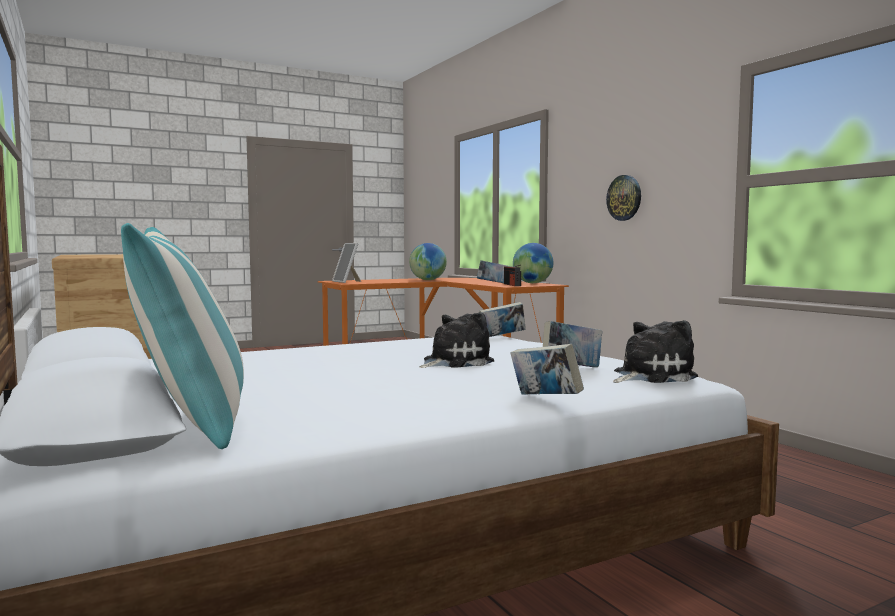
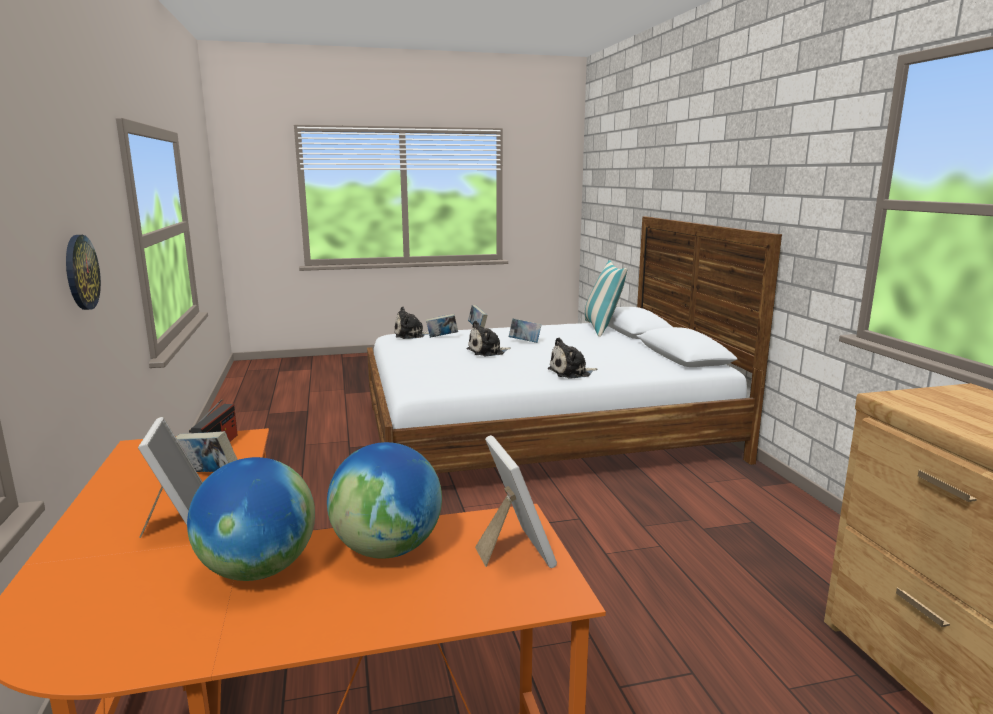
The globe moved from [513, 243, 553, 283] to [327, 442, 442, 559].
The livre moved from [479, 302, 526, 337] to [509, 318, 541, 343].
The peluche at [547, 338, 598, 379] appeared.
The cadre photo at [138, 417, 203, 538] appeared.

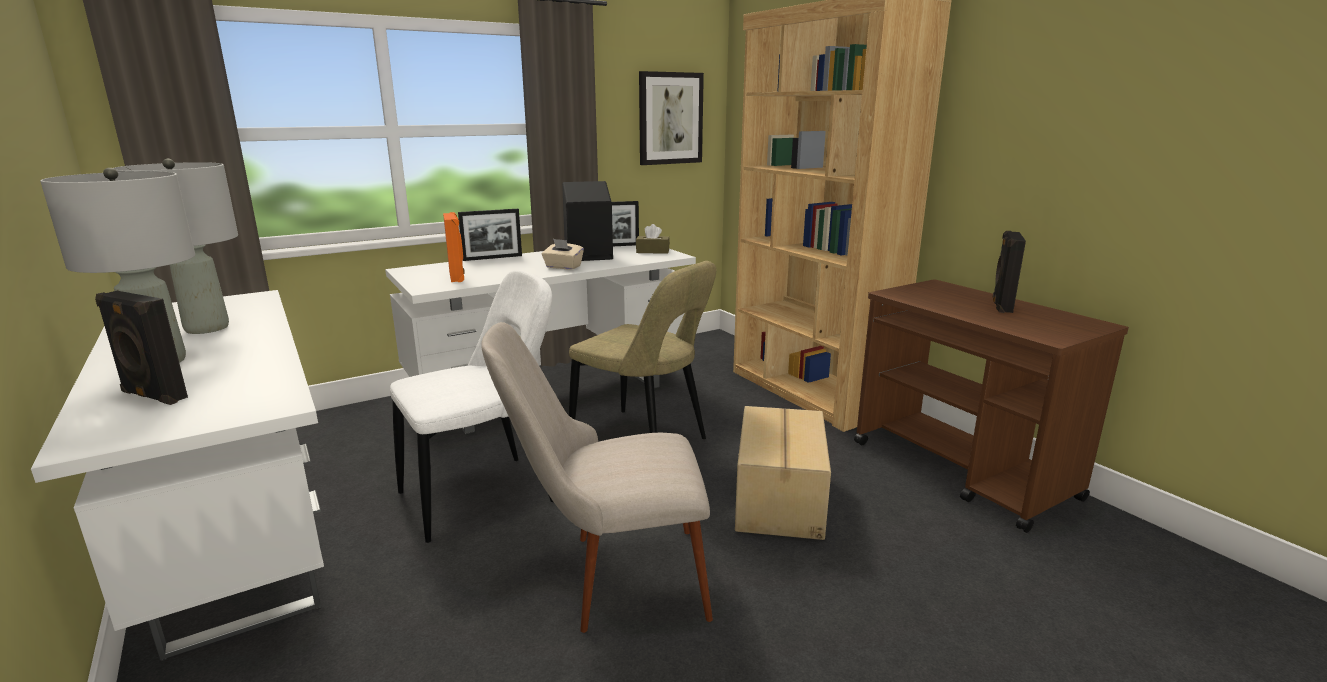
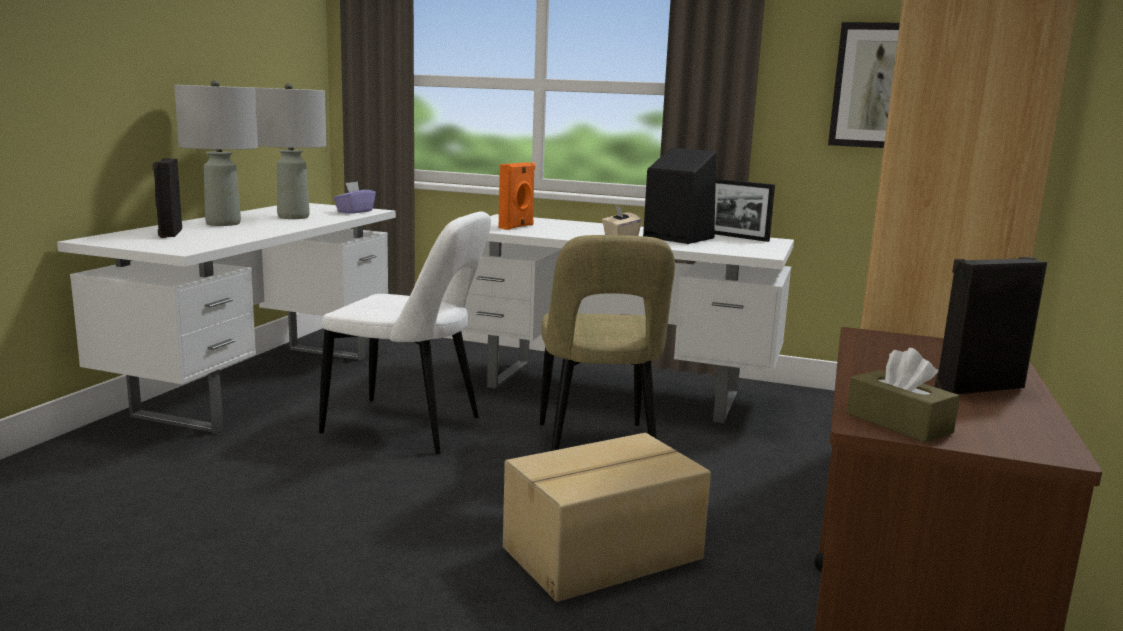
The cadre photo at [458, 209, 522, 261] disappeared.
The boîte à mouchoirs/marron moved from [636, 224, 670, 254] to [846, 348, 960, 443].
The chaise/beige at [481, 322, 713, 633] disappeared.
The boîte à mouchoirs/violet at [333, 181, 376, 214] appeared.

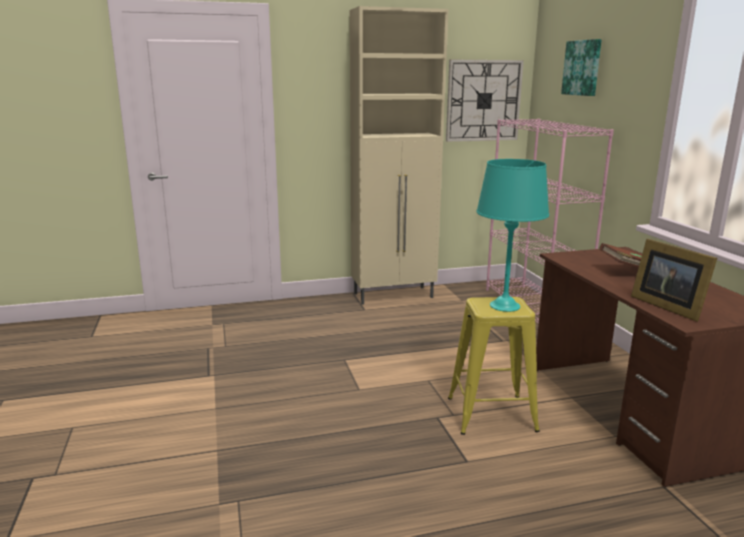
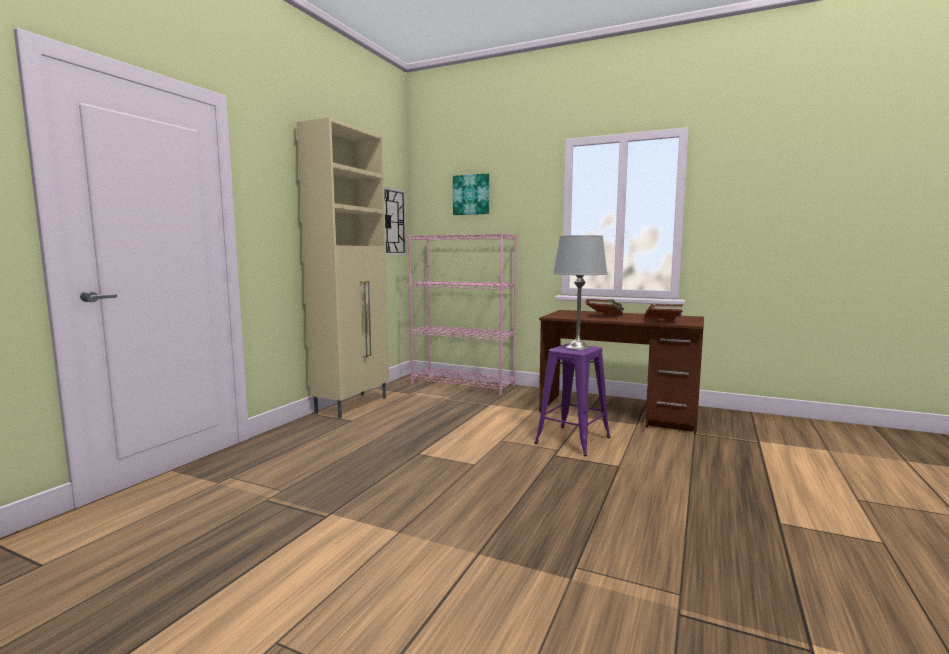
The lampe de table/turquoise at [476, 159, 549, 312] became the lampe de table/gris at [553, 235, 607, 350].
The cadre photo at [631, 239, 717, 322] was replaced by the livre/marron at [644, 304, 683, 320].
The tabouret/jaune at [448, 297, 540, 435] became the tabouret/violet at [535, 344, 611, 456].

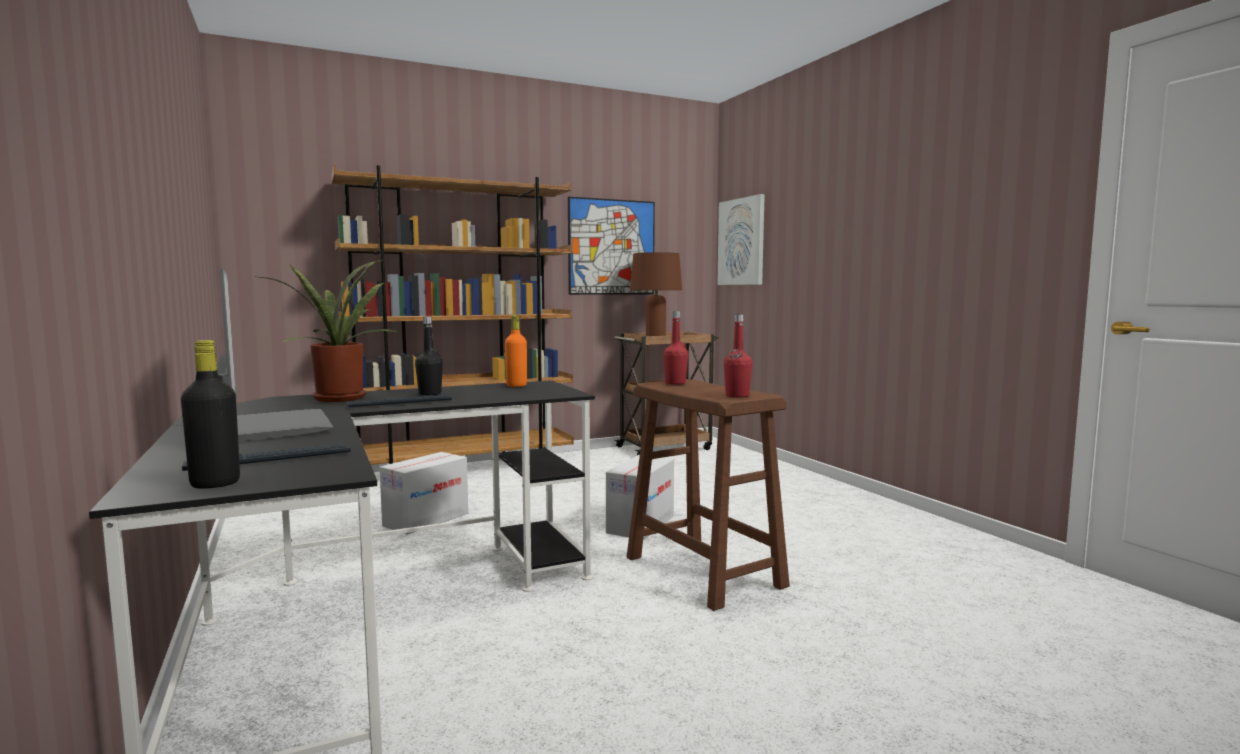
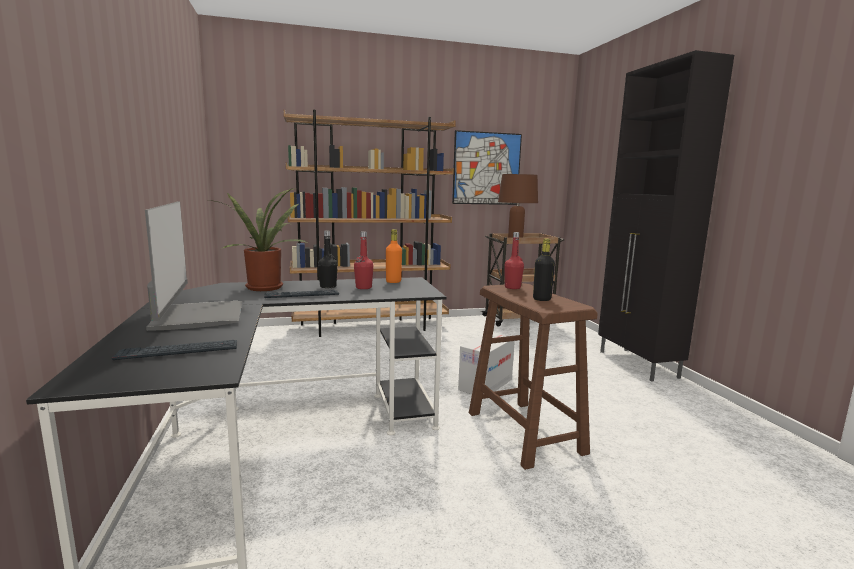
The tableau at [717, 194, 765, 285] disappeared.
The bouteille/rouge moved from [724, 314, 752, 398] to [354, 231, 374, 289].
The bouteille/noir moved from [181, 340, 240, 489] to [533, 238, 555, 301].
The carton at [379, 452, 468, 535] disappeared.
The meuble de rangement/noir at [598, 50, 734, 382] appeared.

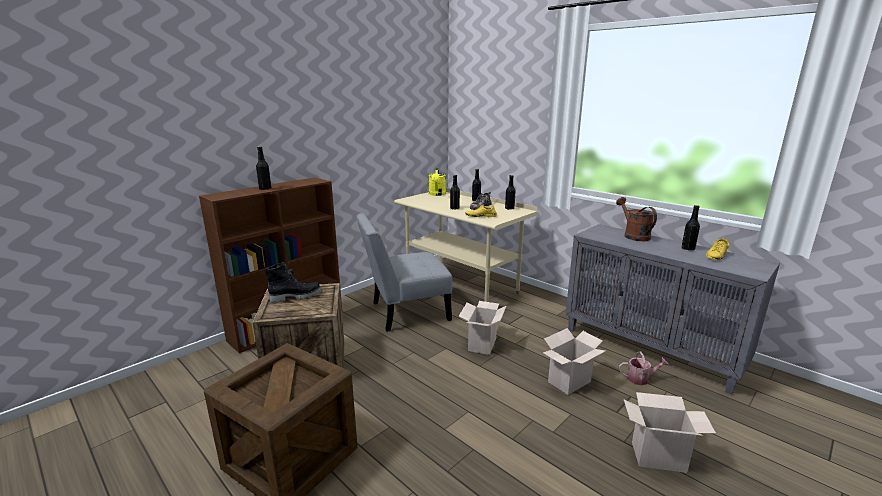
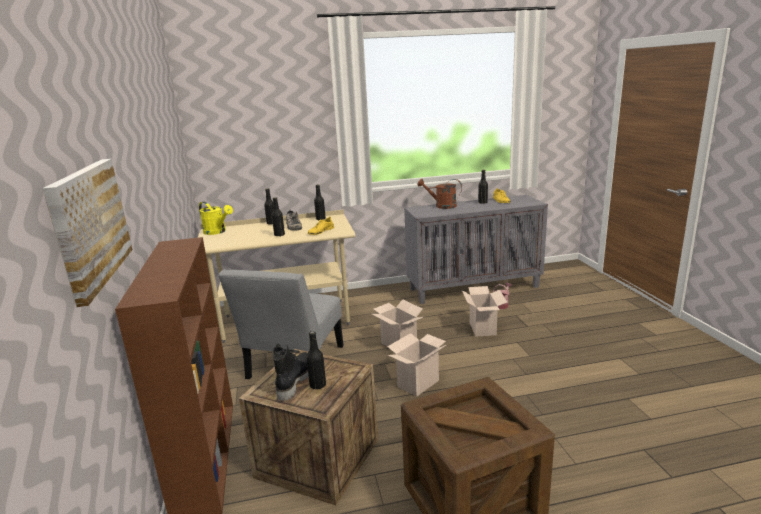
The bouteille/noir moved from [256, 146, 271, 190] to [306, 331, 326, 390].
The carton moved from [624, 392, 716, 473] to [387, 333, 446, 396].
The tableau at [42, 159, 133, 307] appeared.

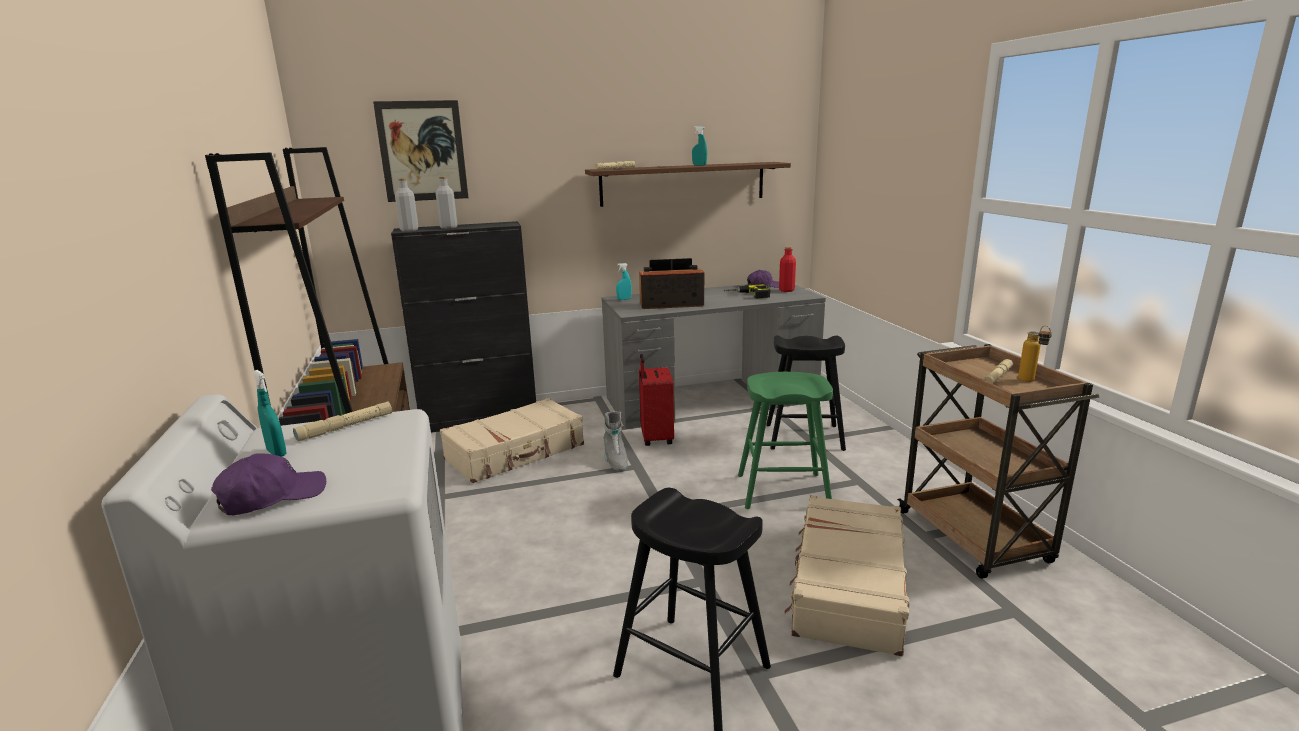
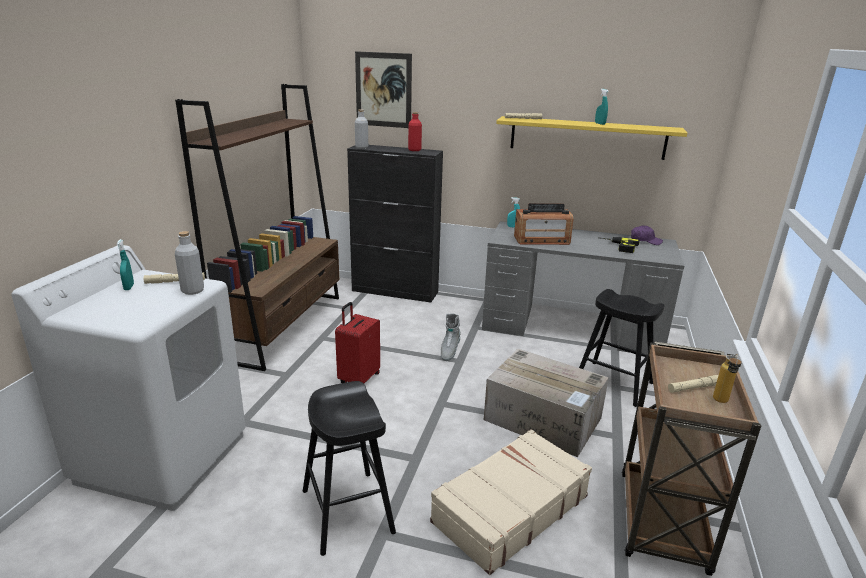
The étagère/marron at [585, 162, 791, 207] became the étagère/jaune at [496, 116, 687, 160].
The bouteille/gris moved from [436, 176, 458, 229] to [175, 231, 204, 295].
The bouteille/rouge moved from [779, 246, 796, 292] to [408, 112, 422, 151].
The radio at [639, 258, 704, 309] turned 150 degrees clockwise.
The valise/rouge moved from [639, 354, 674, 446] to [335, 302, 380, 383].
The tabouret/vert at [738, 372, 833, 509] was replaced by the carton at [484, 349, 609, 457].
The valise/beige at [440, 398, 584, 483] disappeared.
The casquette/violet at [211, 453, 326, 515] disappeared.

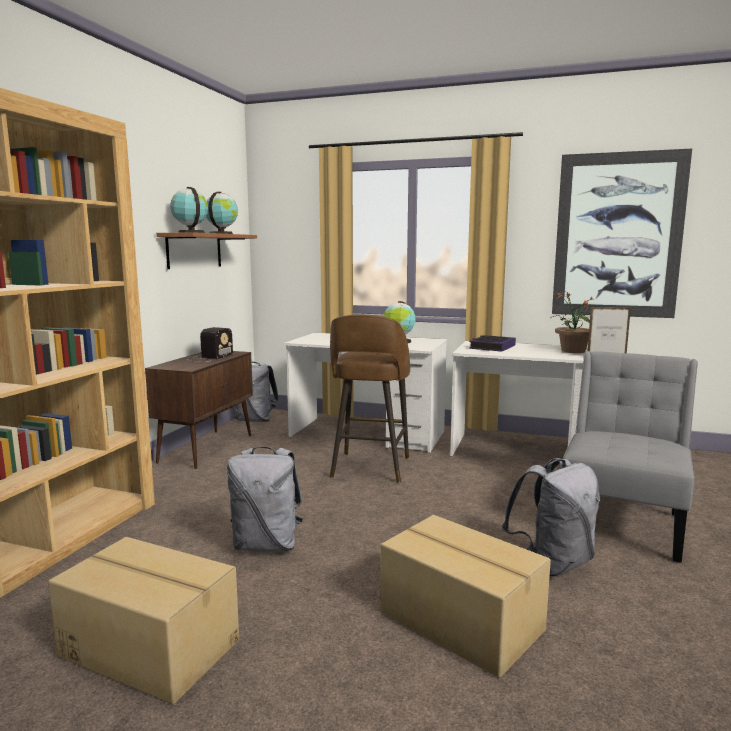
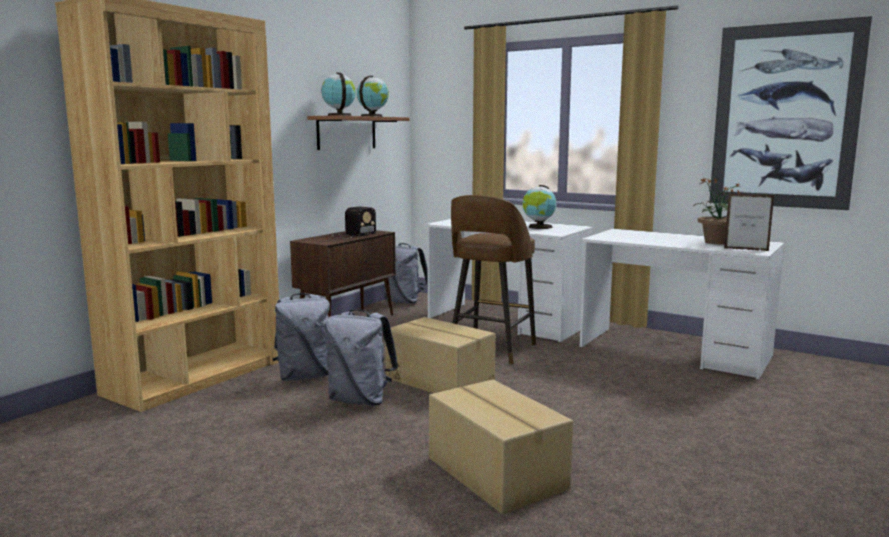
The livre at [469, 335, 516, 352] disappeared.
The chaise/gris at [563, 351, 698, 563] disappeared.
The sac à dos/gris moved from [502, 458, 600, 577] to [273, 293, 330, 381].
The carton moved from [48, 537, 239, 704] to [385, 317, 496, 393].

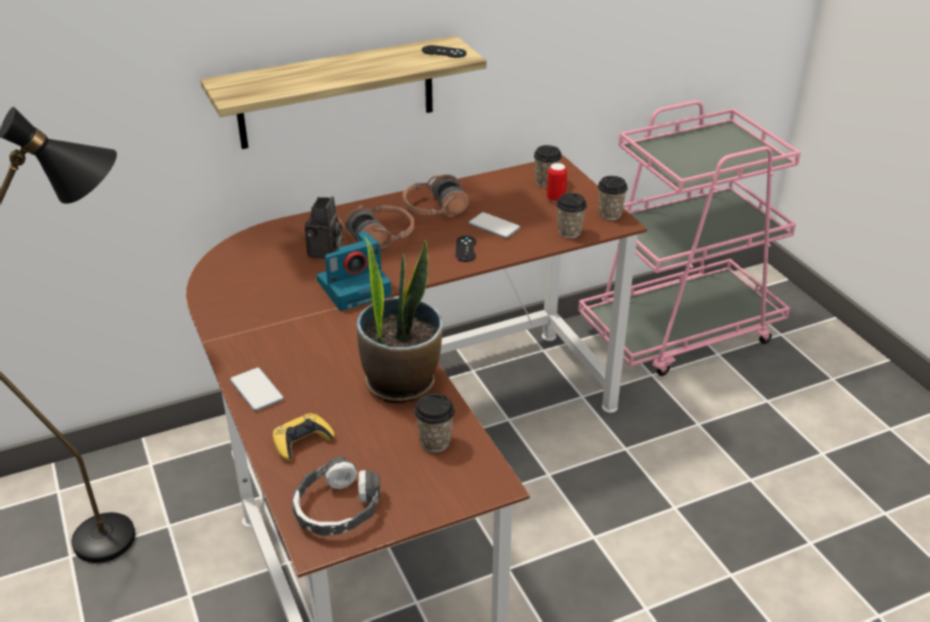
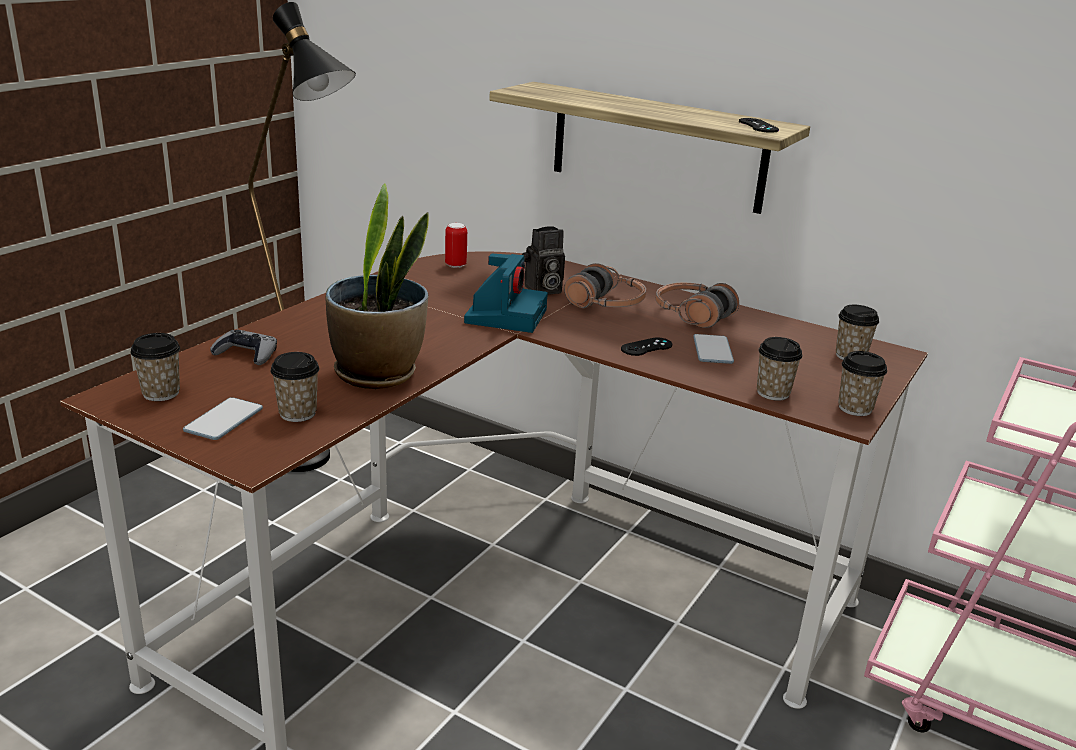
The boîte métallique moved from [547, 163, 567, 202] to [445, 223, 467, 268].
The appareil photo at [317, 231, 391, 311] turned 105 degrees counterclockwise.
The téléphone moved from [230, 367, 284, 411] to [183, 397, 263, 440].
The manette/jaune at [273, 413, 335, 461] became the manette/gris at [210, 330, 277, 365].
The casque audio at [292, 456, 380, 536] was replaced by the tasse at [130, 333, 180, 401].

